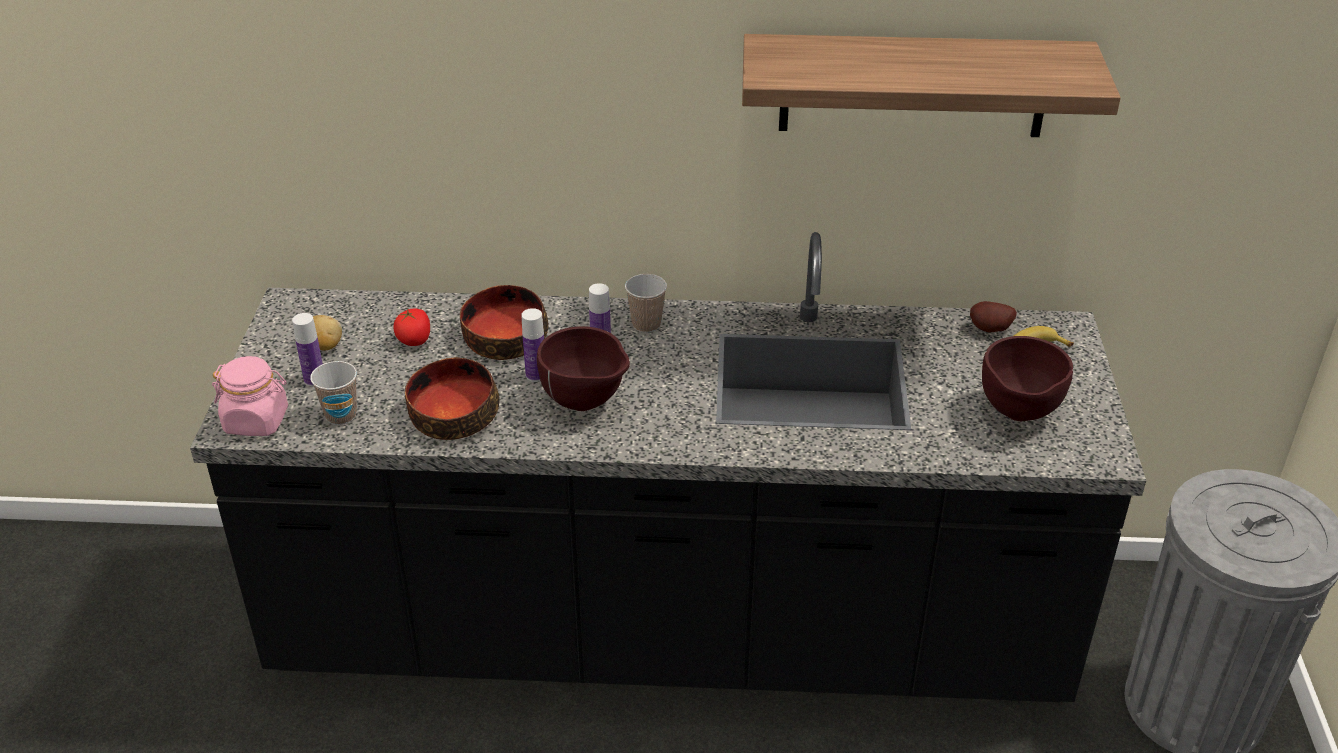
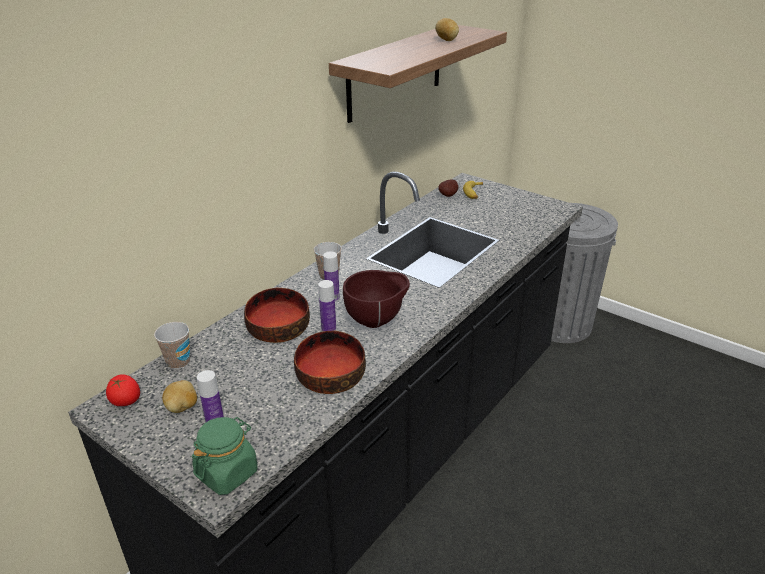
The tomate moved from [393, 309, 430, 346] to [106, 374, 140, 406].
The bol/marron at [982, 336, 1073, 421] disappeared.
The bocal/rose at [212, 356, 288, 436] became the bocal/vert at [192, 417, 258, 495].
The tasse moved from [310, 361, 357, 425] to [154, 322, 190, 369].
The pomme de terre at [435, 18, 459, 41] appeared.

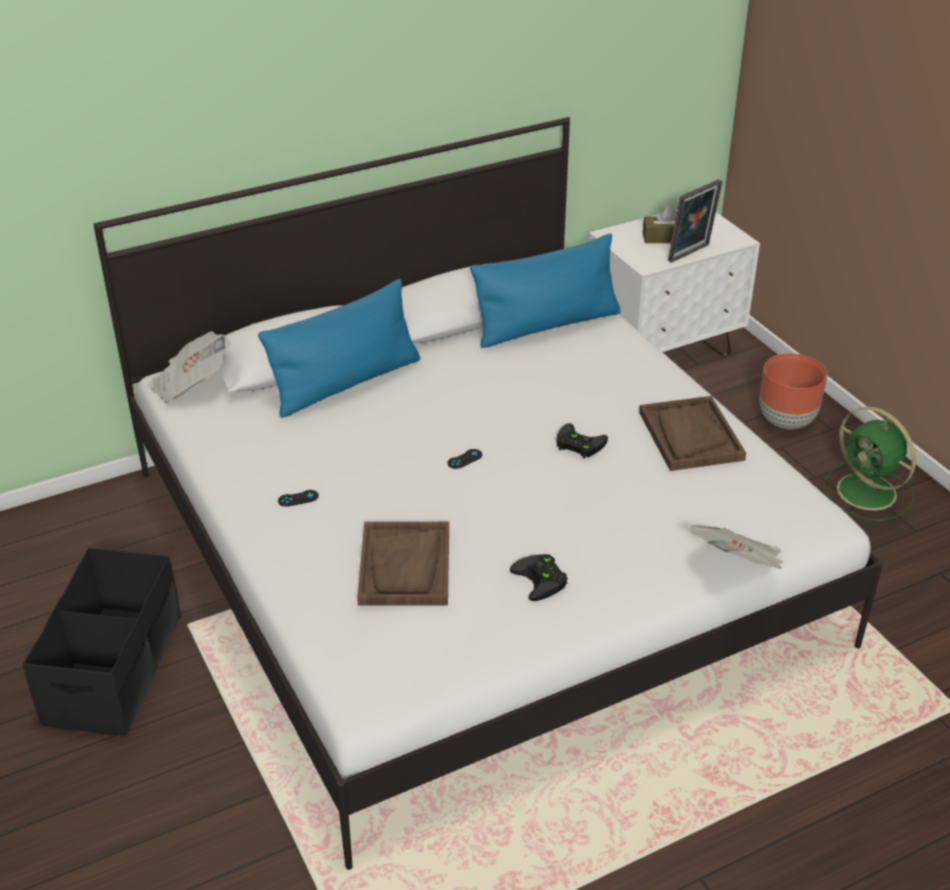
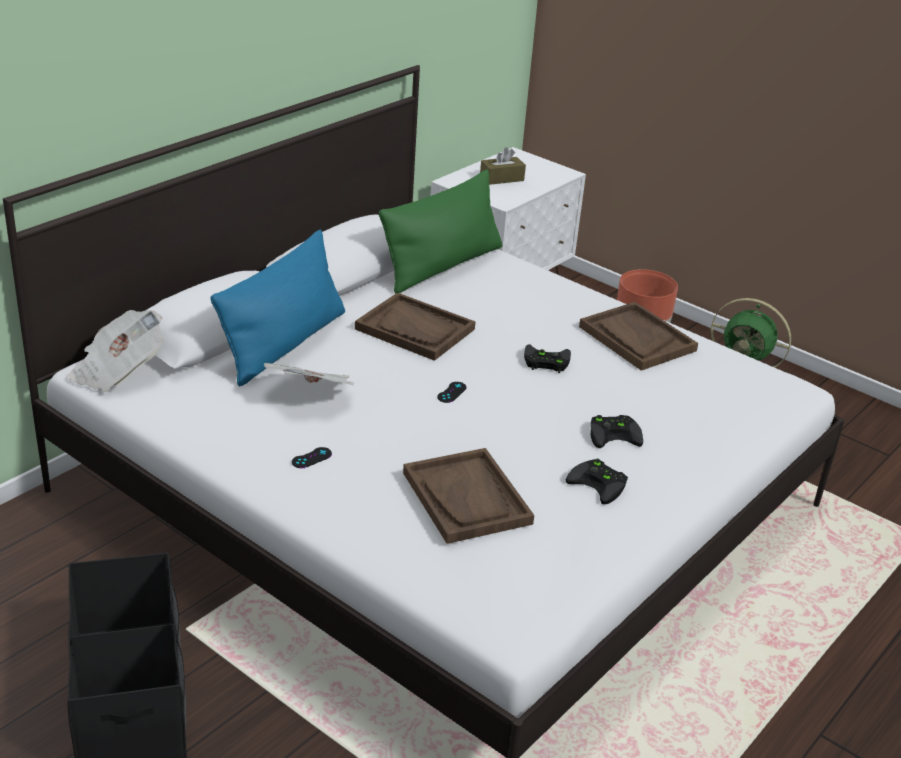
The cadre photo at [668, 179, 722, 263] disappeared.
The coussin/bleu at [470, 233, 621, 348] became the coussin/vert at [379, 169, 502, 294].
The journal moved from [690, 525, 784, 569] to [264, 363, 354, 385].
The plateau/marron at [355, 293, 475, 361] appeared.
The manette/noir at [591, 415, 643, 448] appeared.

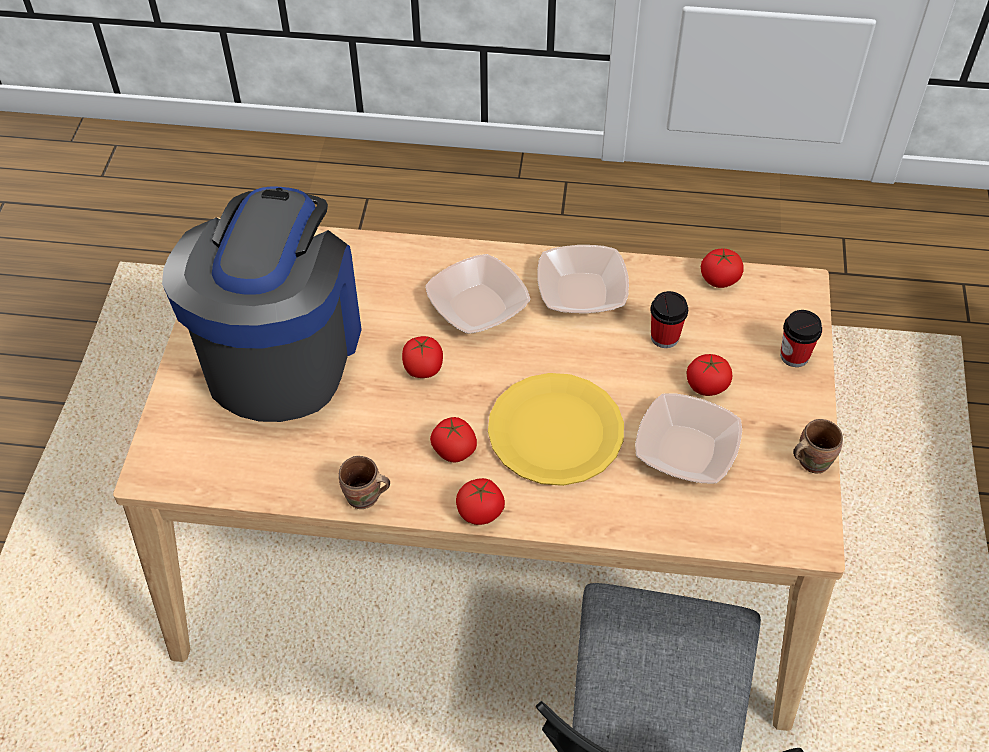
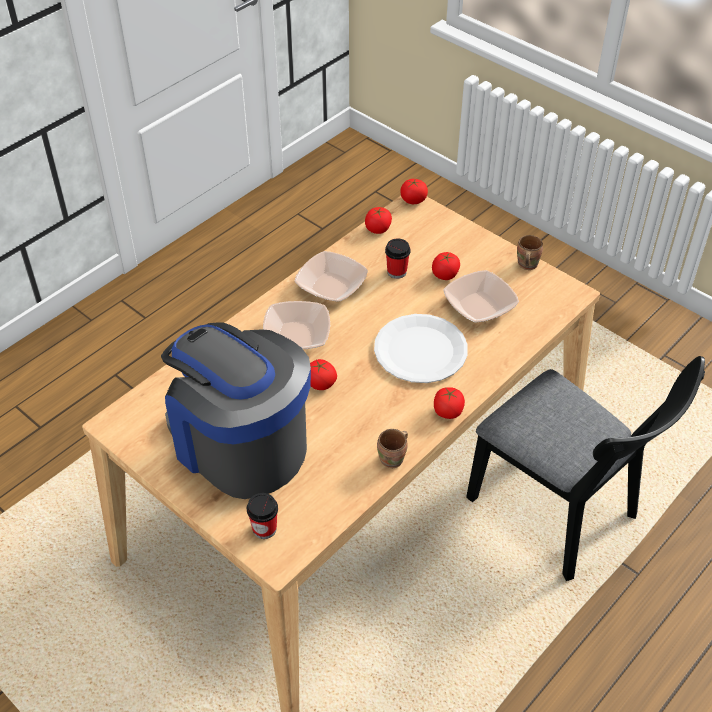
The tasse moved from [780, 310, 822, 367] to [247, 493, 278, 539].
The assiette/jaune at [488, 373, 624, 486] became the assiette/blanc at [374, 314, 468, 383].
The tomate moved from [430, 417, 477, 463] to [400, 179, 428, 204].

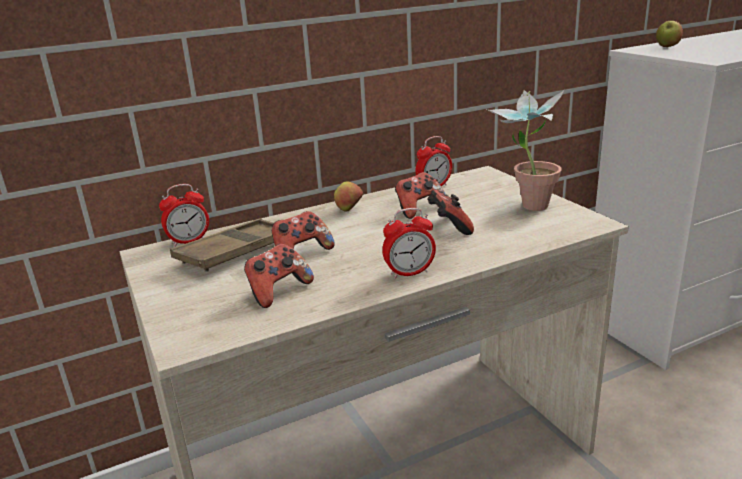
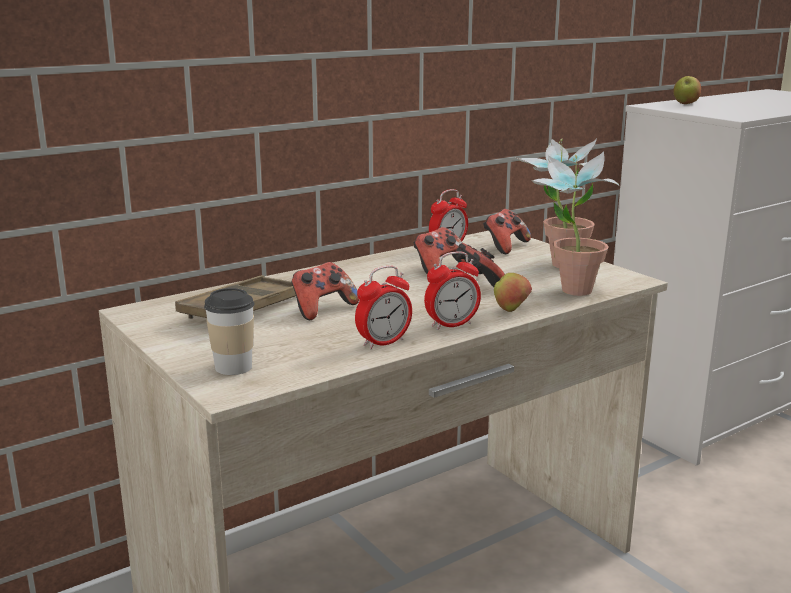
The pomme moved from [334, 182, 363, 212] to [494, 273, 532, 312].
The réveil moved from [159, 184, 209, 247] to [355, 266, 412, 350].
The manette moved from [244, 244, 314, 308] to [483, 209, 531, 254].
The plante en pot at [531, 151, 619, 296] appeared.
The tasse at [204, 288, 255, 375] appeared.

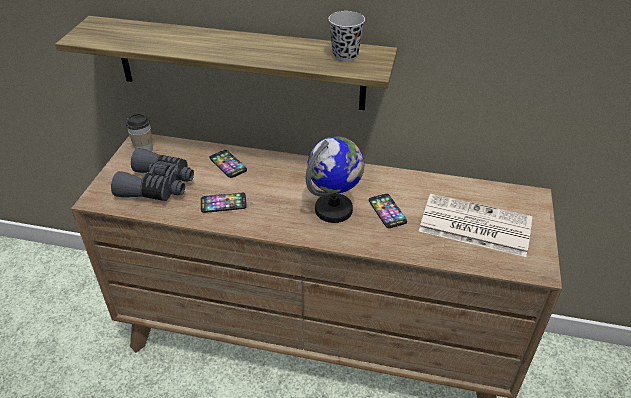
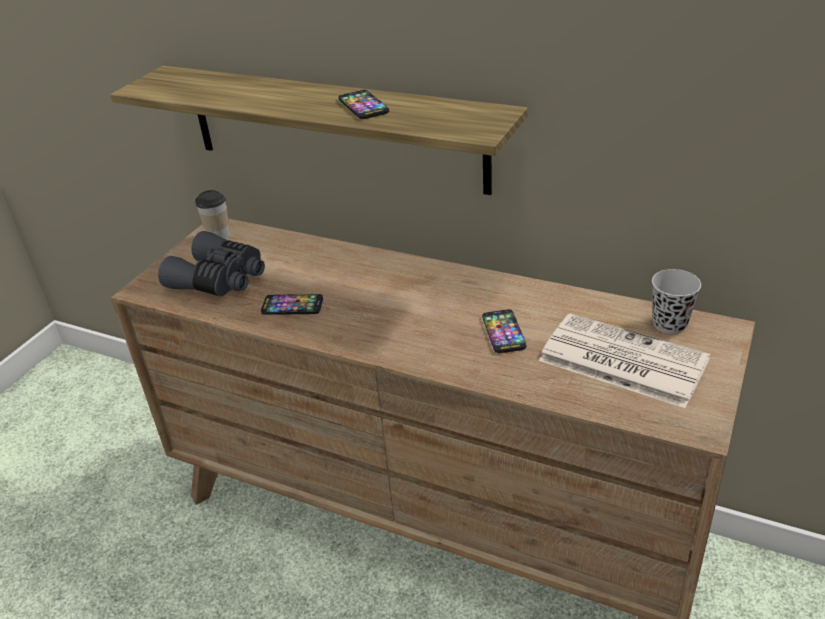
The tasse/noir moved from [328, 11, 365, 62] to [652, 269, 701, 334].
The globe at [306, 136, 364, 223] disappeared.
The téléphone moved from [209, 150, 247, 178] to [338, 90, 389, 119].

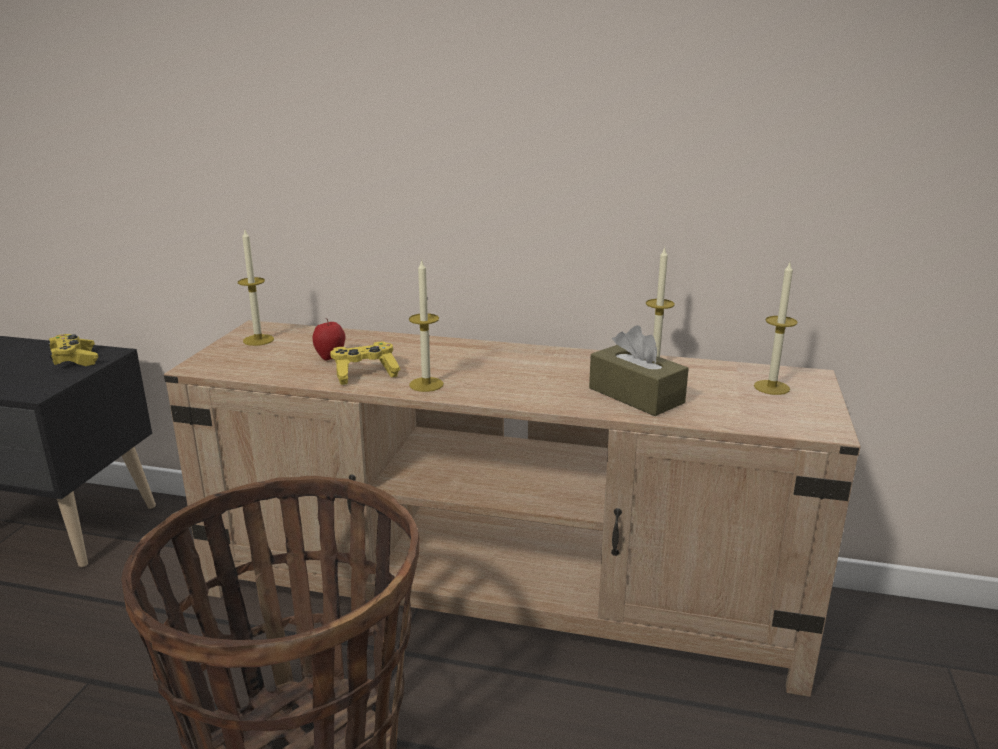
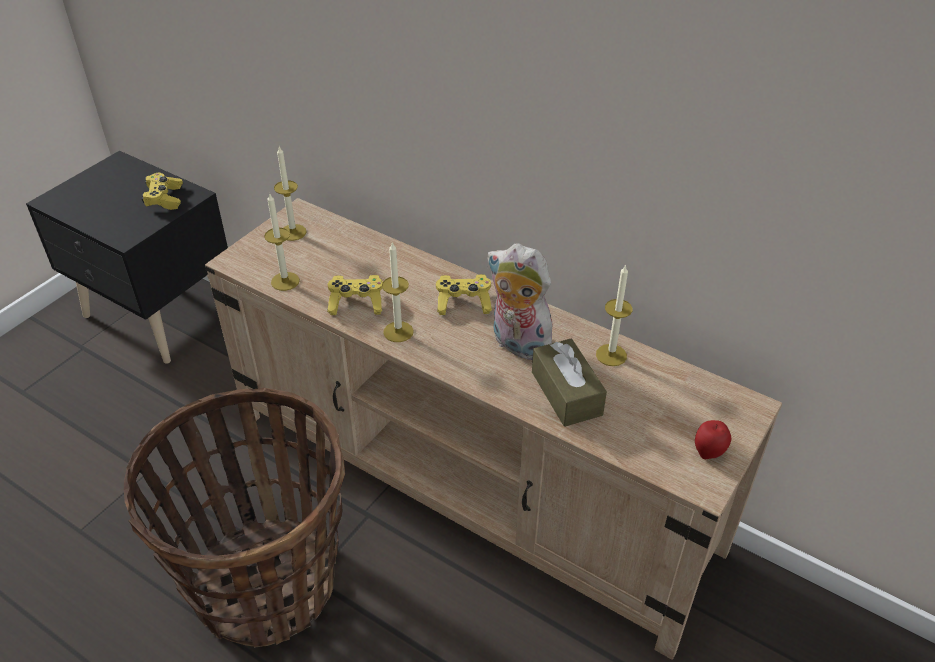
The bougie moved from [754, 263, 798, 395] to [264, 192, 300, 291].
The pomme moved from [313, 318, 345, 360] to [695, 420, 731, 459].
The peluche at [487, 243, 552, 361] appeared.
The manette/jaune at [436, 274, 492, 315] appeared.

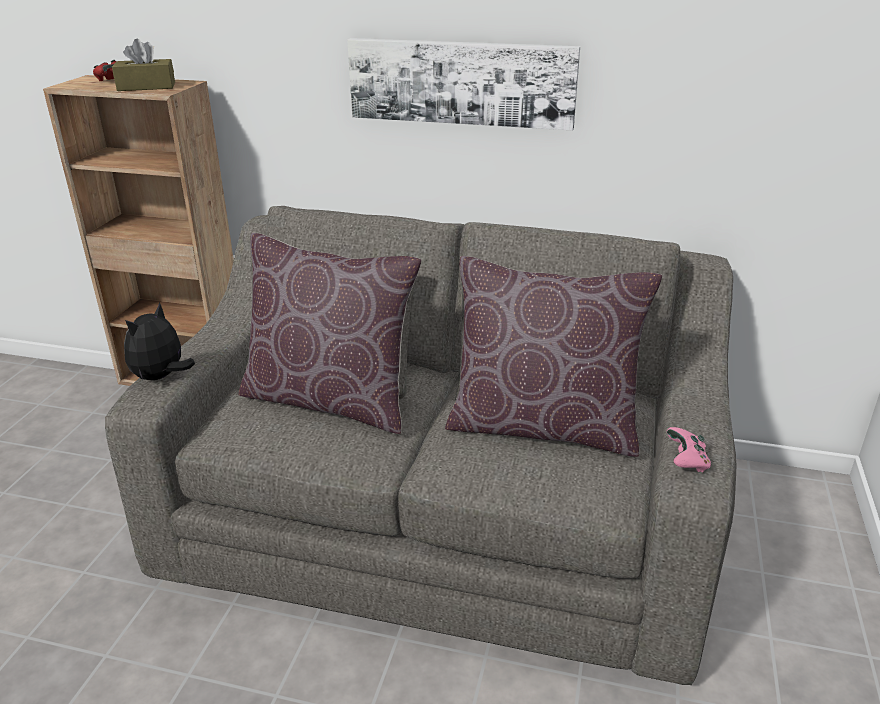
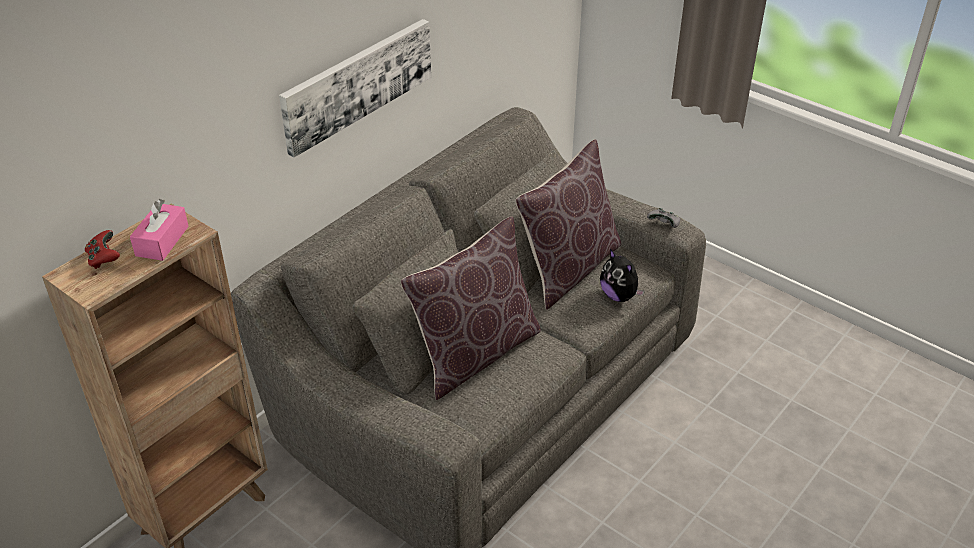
The boîte à mouchoirs/marron at [112, 39, 175, 91] became the boîte à mouchoirs/rose at [130, 199, 189, 261].
The peluche moved from [124, 303, 195, 380] to [600, 249, 645, 302].
The manette/rose at [667, 427, 711, 473] became the manette/gris at [647, 208, 680, 228].

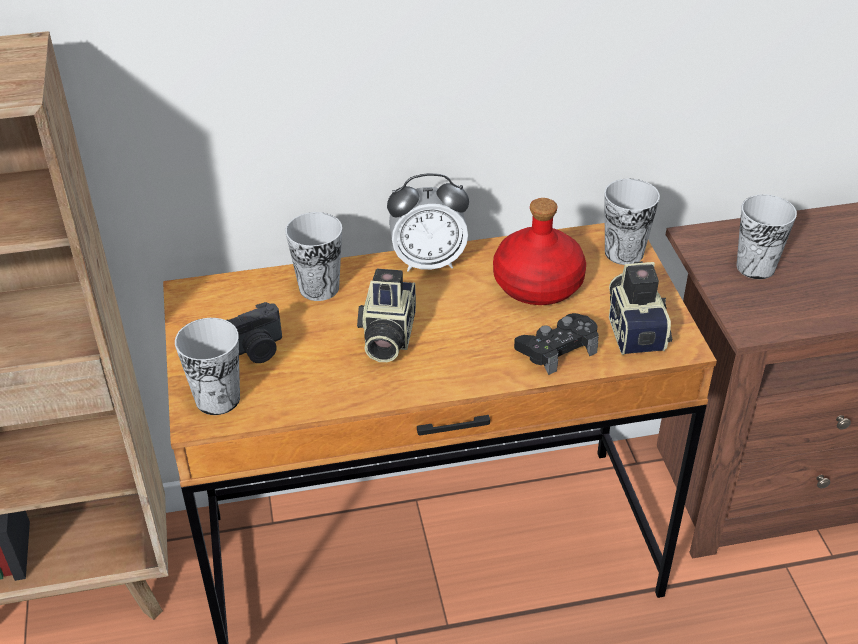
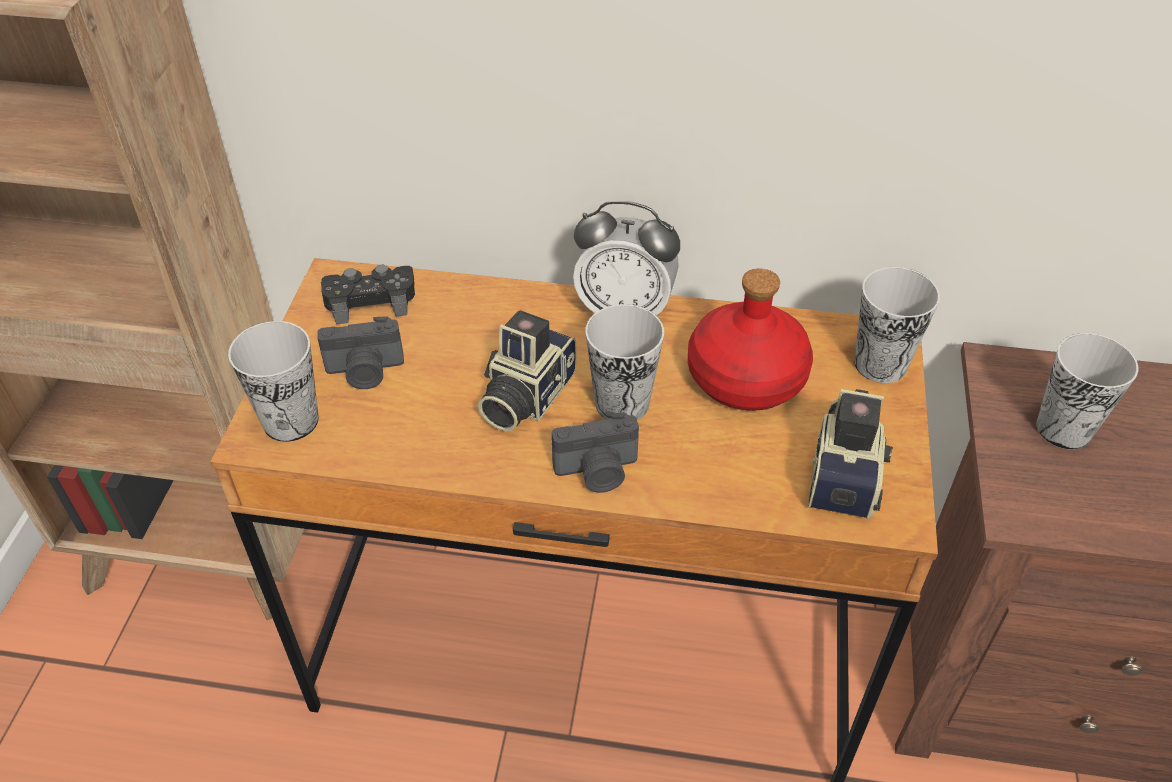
The tasse moved from [285, 212, 342, 301] to [585, 304, 664, 420].
The manette/noir moved from [514, 313, 599, 375] to [321, 265, 415, 324].
The appareil photo at [552, 412, 639, 493] appeared.

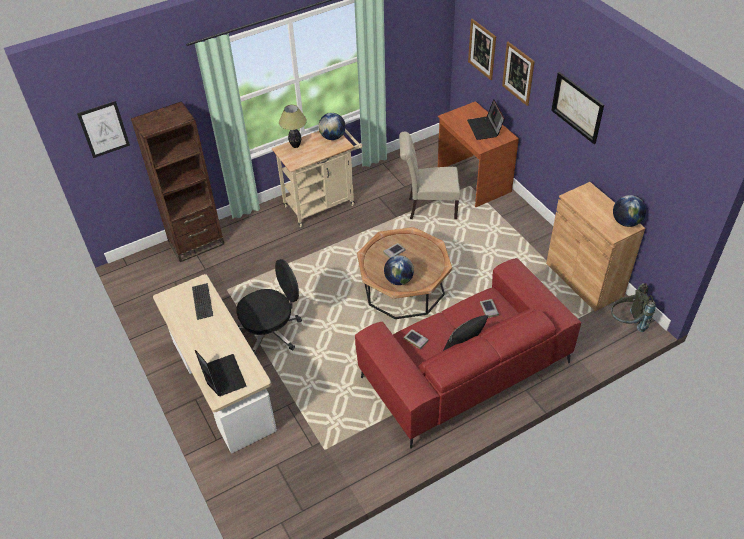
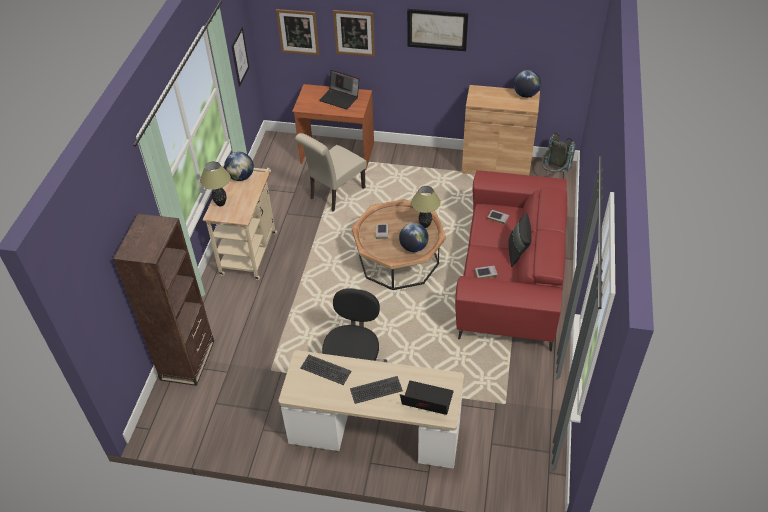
The tableau moved from [77, 101, 130, 158] to [231, 27, 249, 86].
The lampe de table at [411, 186, 440, 228] appeared.
The clavier at [350, 376, 403, 404] appeared.

